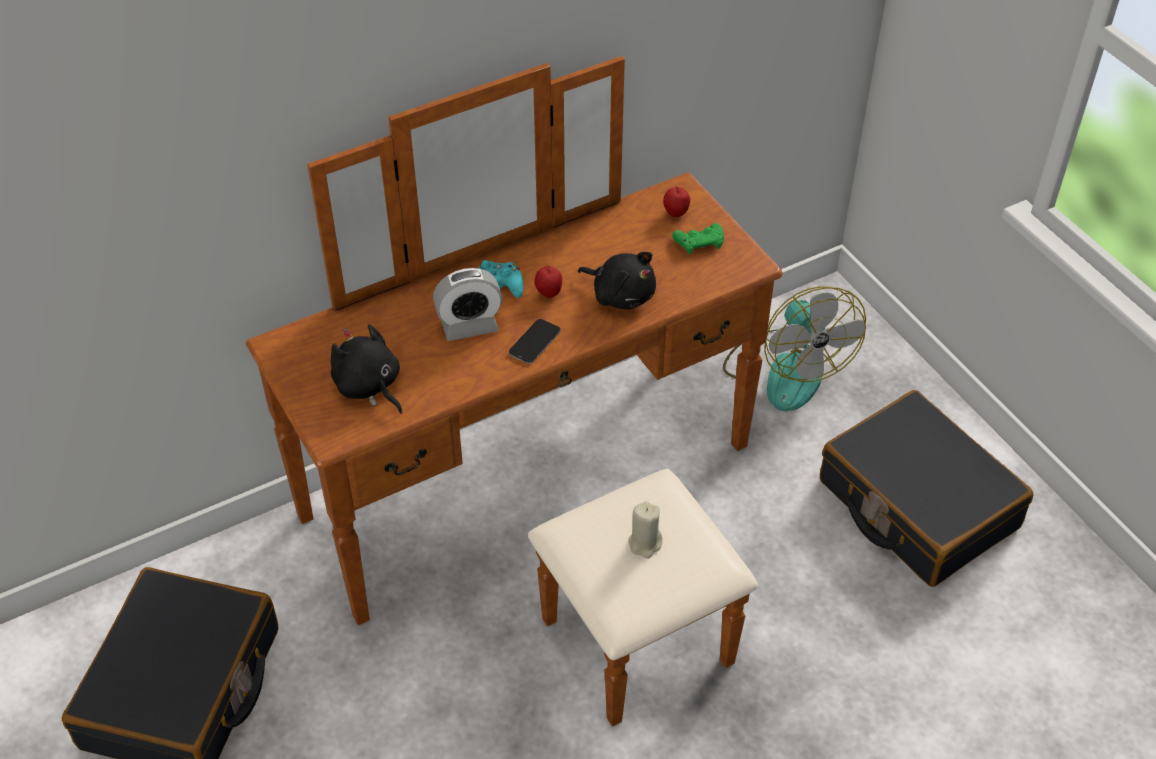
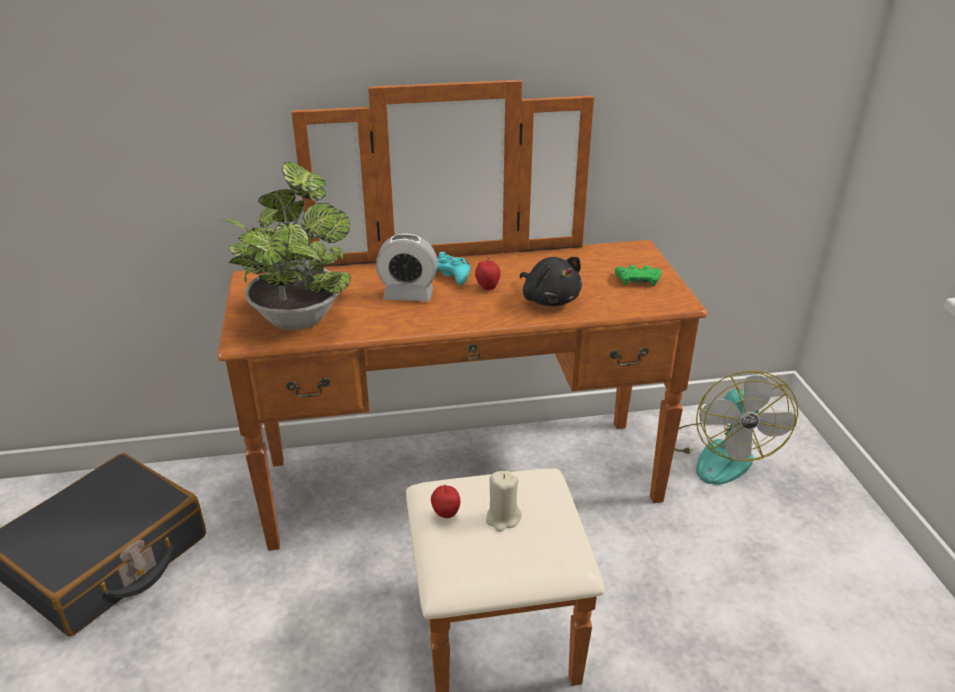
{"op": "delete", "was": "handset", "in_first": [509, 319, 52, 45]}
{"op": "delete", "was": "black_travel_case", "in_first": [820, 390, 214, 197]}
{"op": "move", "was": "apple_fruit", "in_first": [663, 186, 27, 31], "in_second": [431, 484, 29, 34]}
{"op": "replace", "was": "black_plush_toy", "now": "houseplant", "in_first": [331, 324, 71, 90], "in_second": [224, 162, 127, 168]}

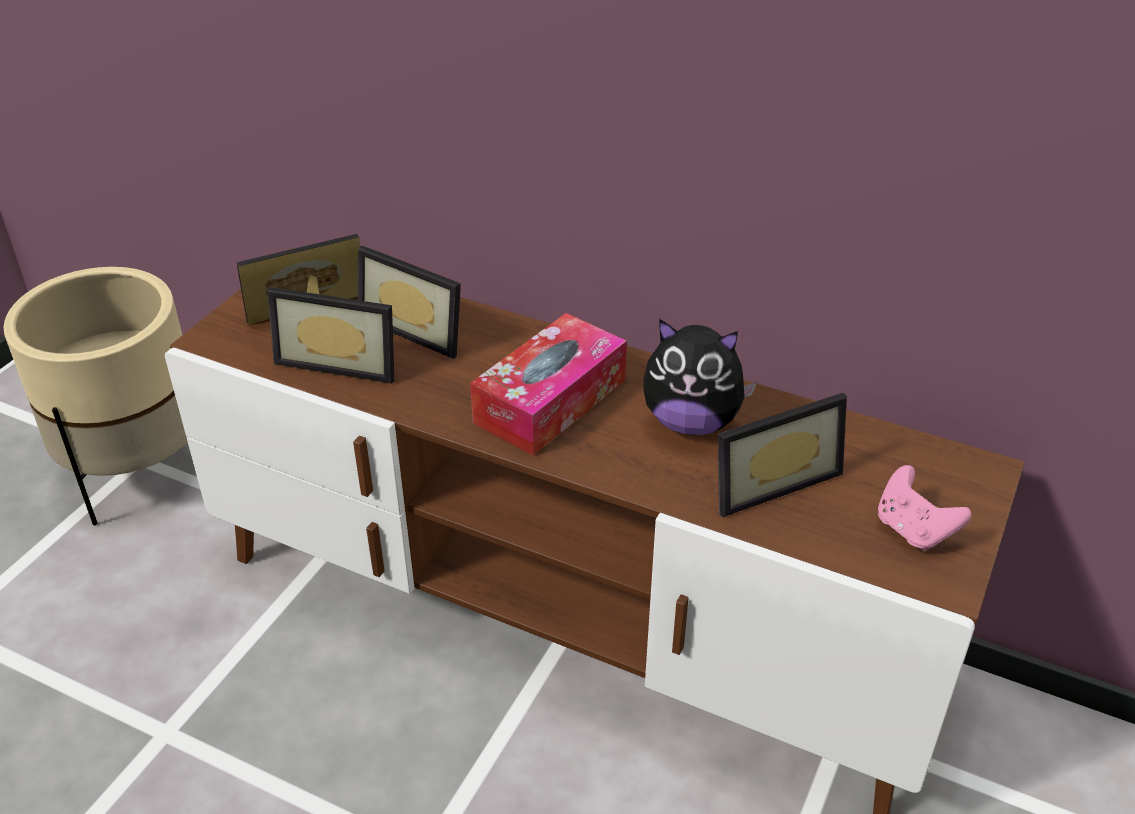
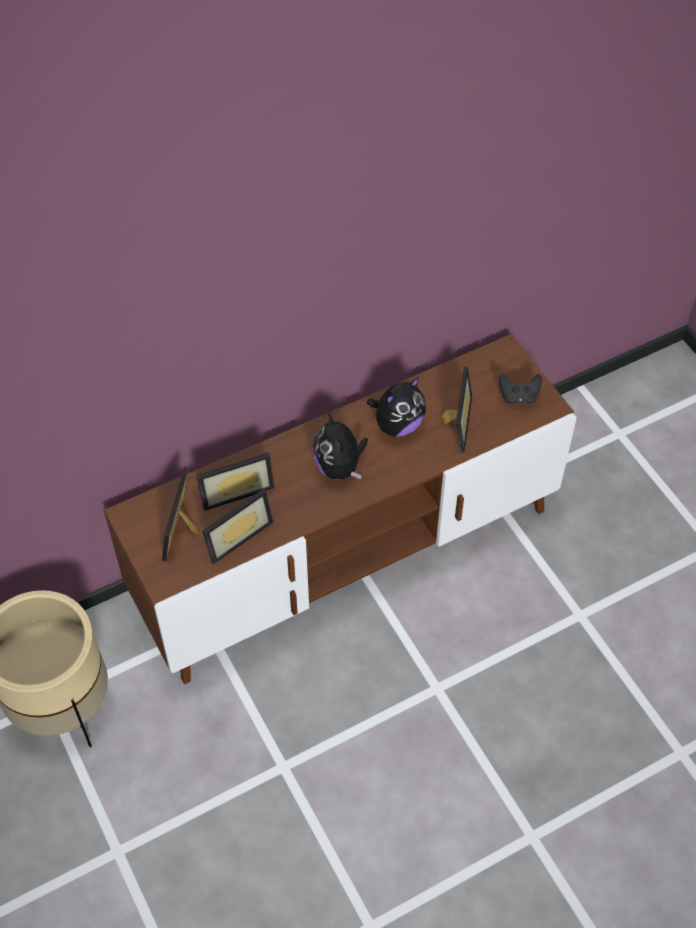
{"op": "replace", "was": "tissue_holder", "now": "plush_toy", "in_first": [470, 313, 157, 143], "in_second": [313, 412, 55, 68]}
{"op": "recolor", "was": "pink_gamepad", "now": "black_gamepad", "in_first": [878, 465, 93, 86], "in_second": [499, 374, 43, 30]}

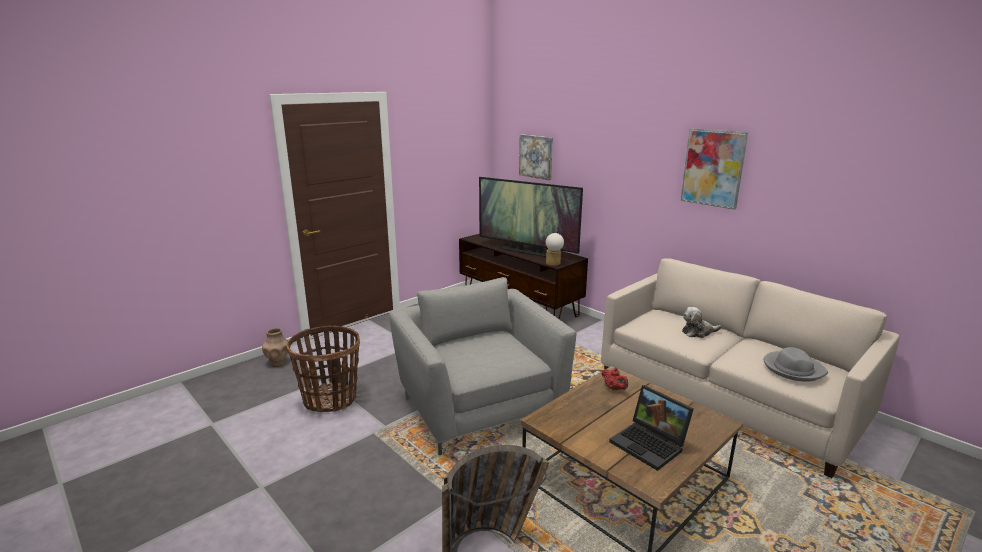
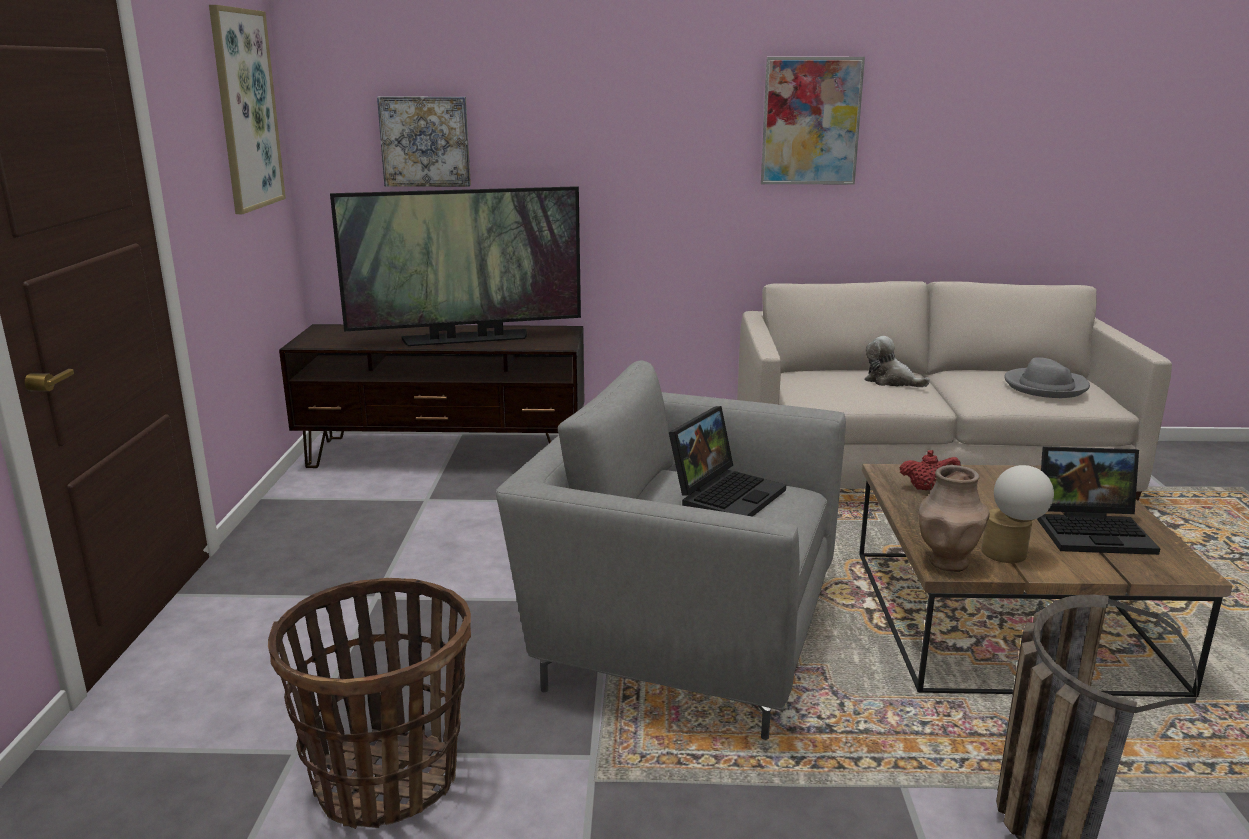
{"op": "insert", "now": "wall_art", "in_second": [209, 5, 77, 209]}
{"op": "insert", "now": "notebook_computer", "in_second": [669, 406, 117, 111]}
{"op": "move", "was": "brown-coloured_vase", "in_first": [262, 328, 26, 39], "in_second": [919, 465, 71, 107]}
{"op": "move", "was": "table_lamp", "in_first": [546, 233, 18, 33], "in_second": [981, 465, 73, 98]}
{"op": "rotate", "was": "plush_toy", "in_first": [682, 307, 39, 31], "in_second": [864, 336, 66, 51], "clockwise": 90}

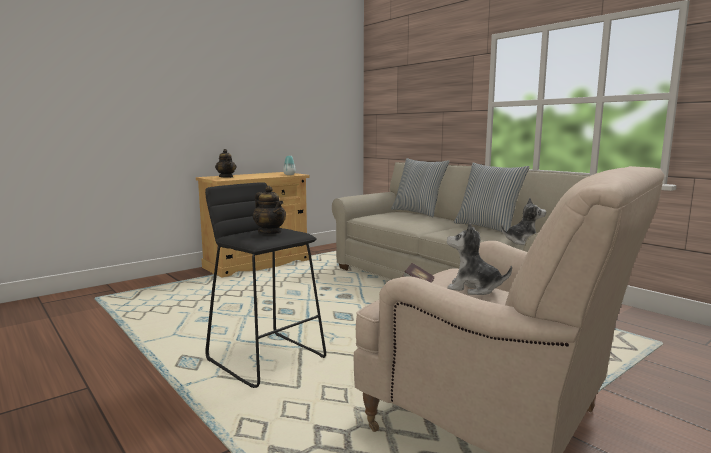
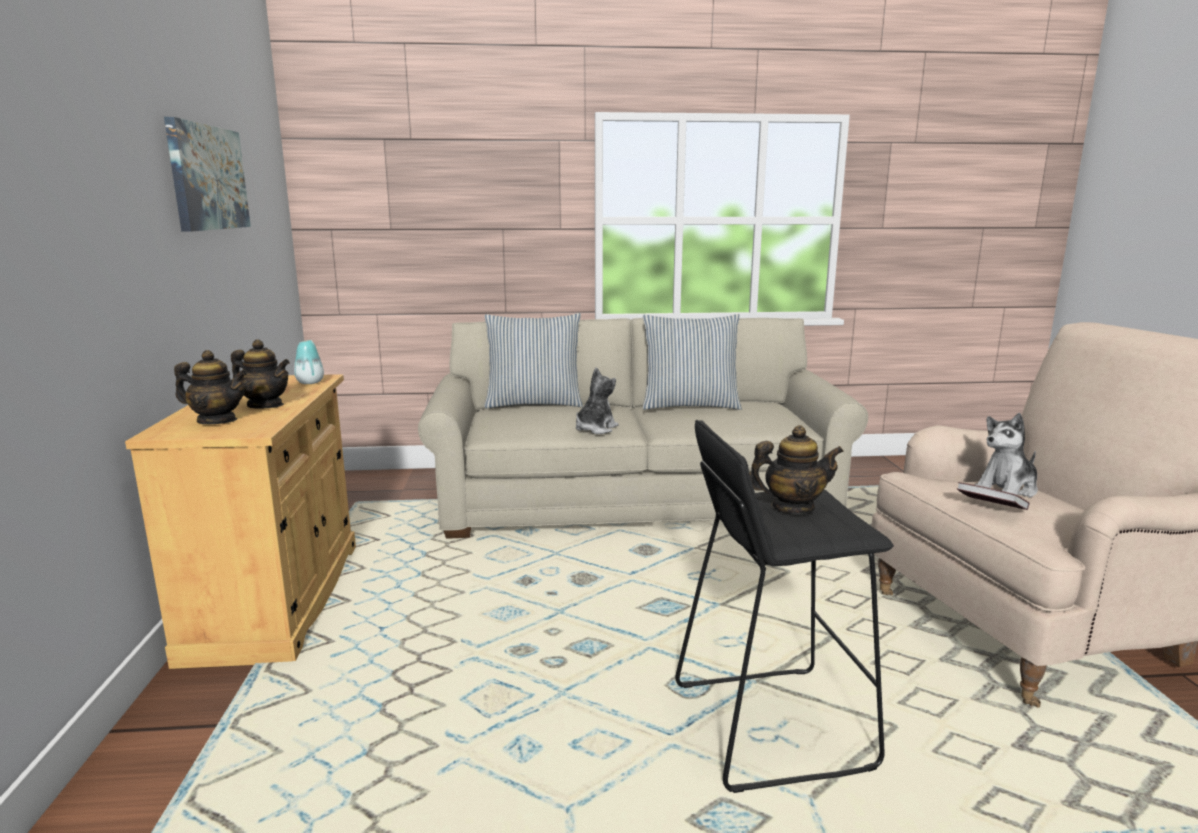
{"op": "insert", "now": "wall_art", "in_second": [164, 117, 87, 115]}
{"op": "insert", "now": "teapot", "in_second": [231, 340, 59, 69]}
{"op": "move", "was": "plush_toy", "in_first": [501, 198, 45, 47], "in_second": [576, 367, 43, 67]}

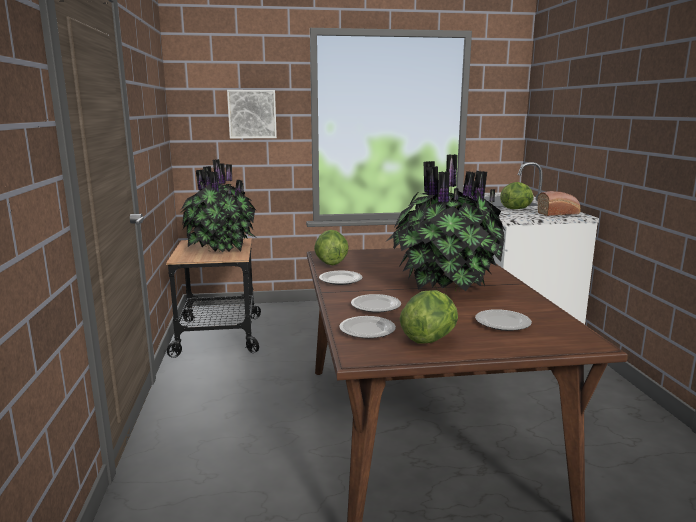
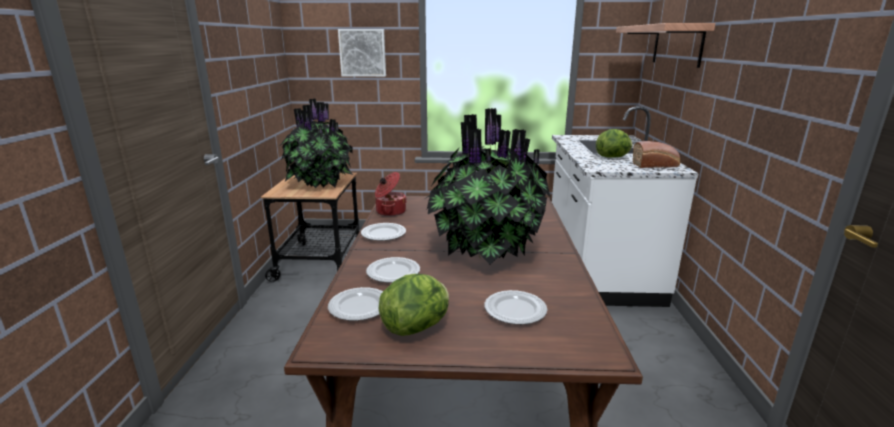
{"op": "insert", "now": "bracket_shelf", "in_second": [616, 23, 99, 45]}
{"op": "replace", "was": "lettuce_head", "now": "saucepot", "in_first": [314, 230, 35, 35], "in_second": [375, 172, 32, 44]}

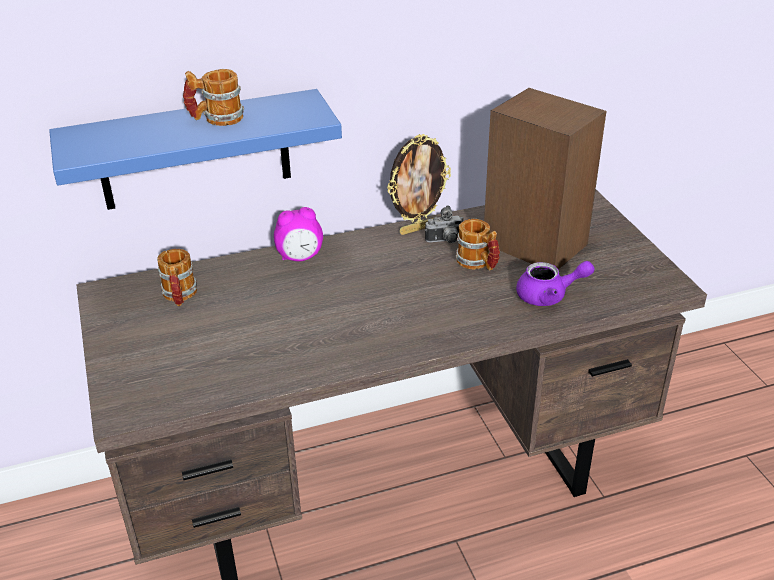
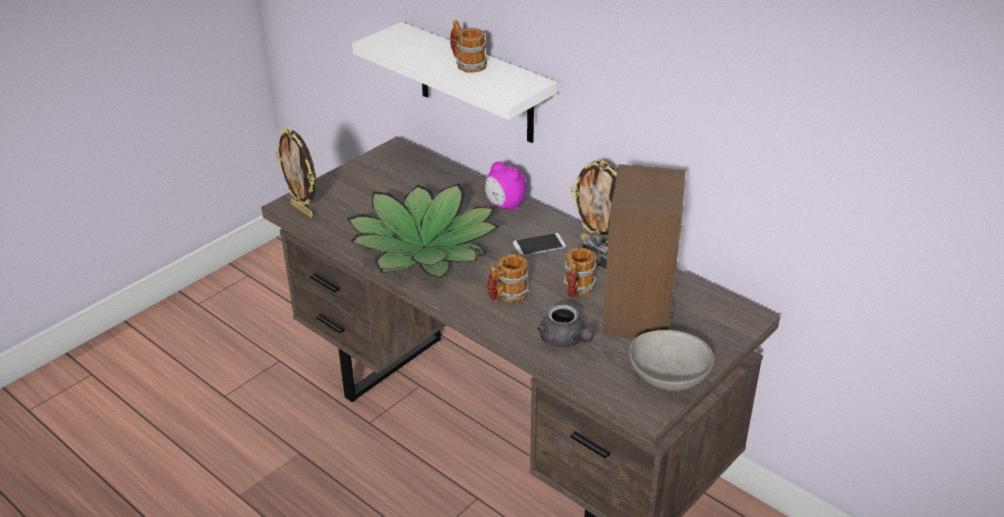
{"op": "insert", "now": "picture_frame", "in_second": [276, 128, 40, 90]}
{"op": "insert", "now": "houseplant", "in_second": [347, 183, 152, 95]}
{"op": "insert", "now": "handset", "in_second": [513, 233, 53, 23]}
{"op": "insert", "now": "greyish_deep_dish", "in_second": [629, 330, 85, 61]}
{"op": "move", "was": "mug", "in_first": [157, 249, 40, 57], "in_second": [487, 254, 42, 48]}
{"op": "recolor", "was": "bluish_bracket_shelf", "now": "white-coloured_bracket_shelf", "in_first": [49, 89, 293, 121], "in_second": [352, 22, 205, 121]}
{"op": "recolor", "was": "purple_teapot", "now": "greyish_teapot", "in_first": [516, 261, 78, 45], "in_second": [538, 304, 56, 43]}

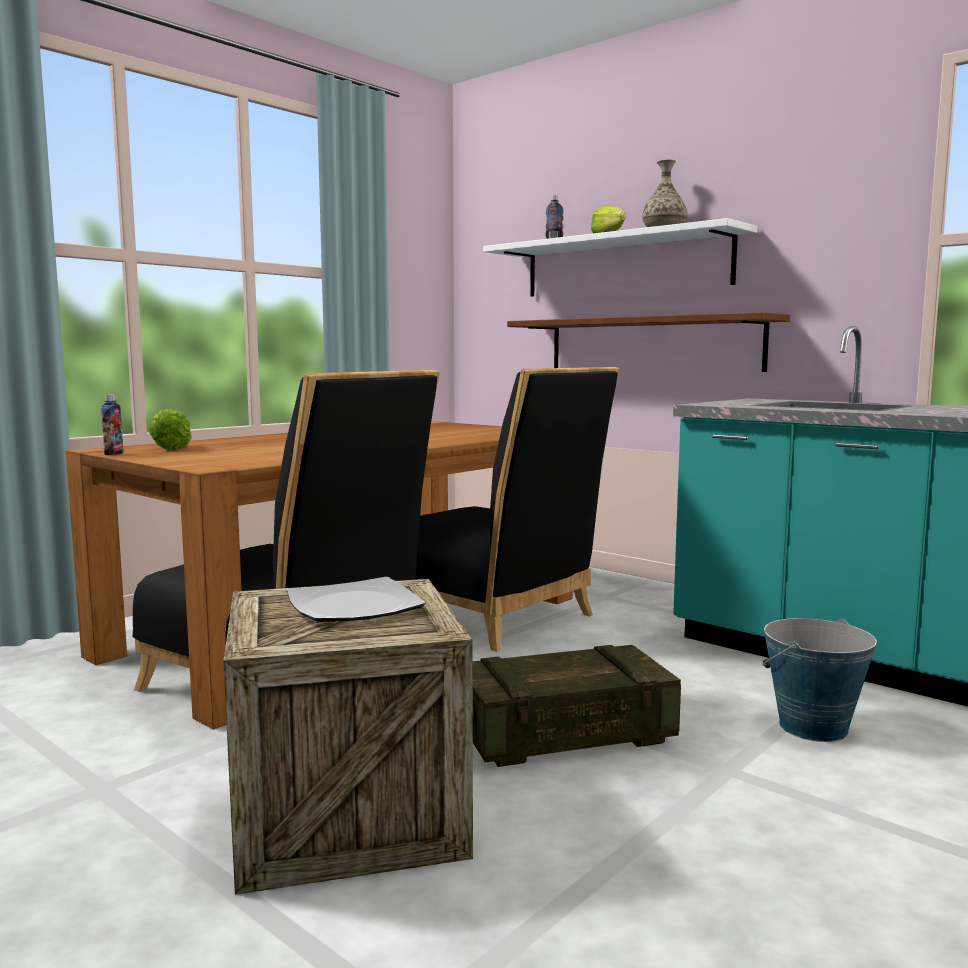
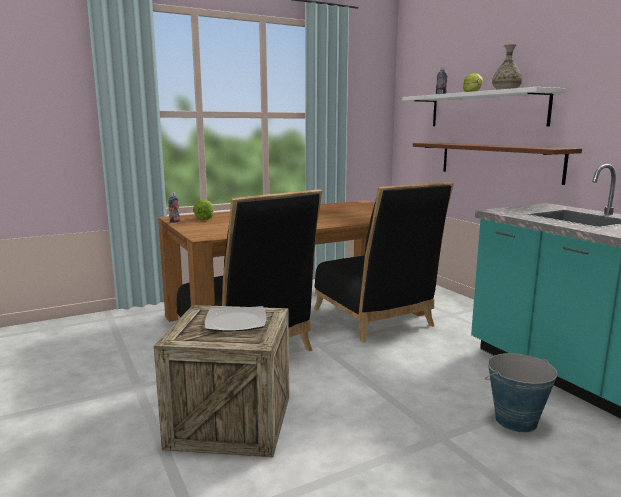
{"op": "delete", "was": "shipping_crate", "in_first": [473, 645, 208, 122]}

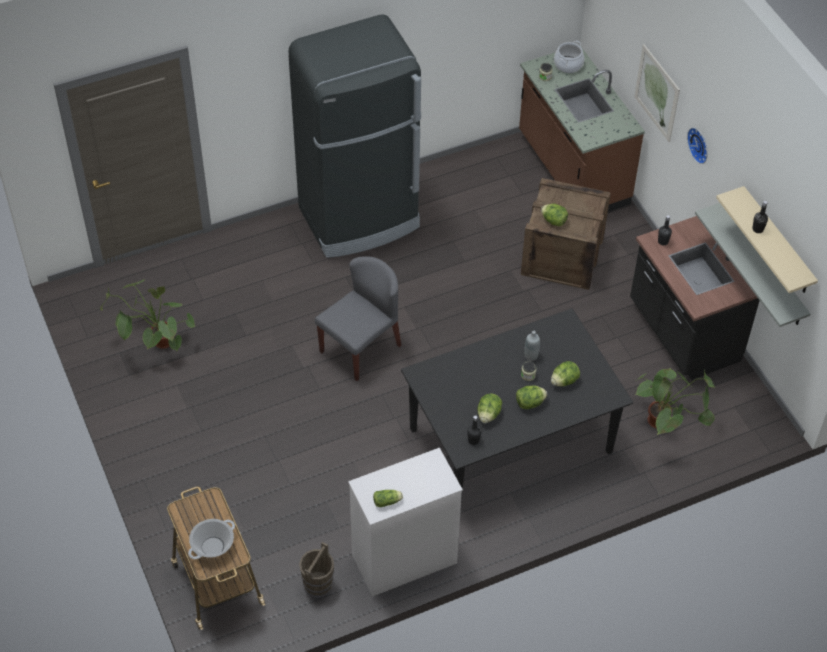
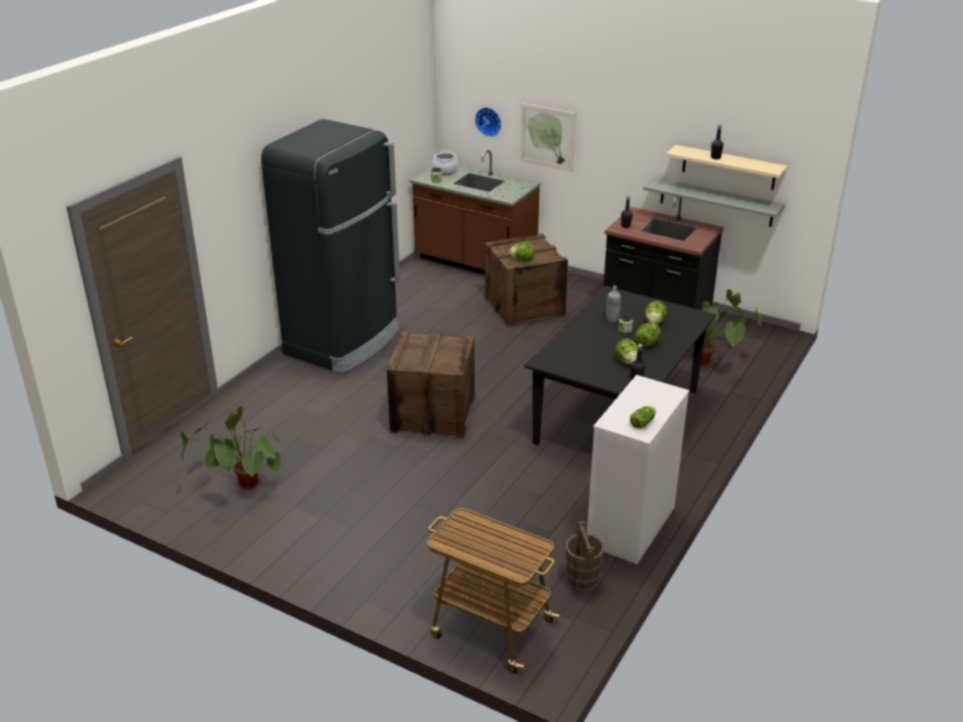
{"op": "delete", "was": "saucepot", "in_first": [188, 519, 47, 40]}
{"op": "move", "was": "hanging_clock", "in_first": [687, 128, 21, 36], "in_second": [475, 107, 26, 30]}
{"op": "replace", "was": "greyish_chair", "now": "shipping_crate", "in_first": [315, 256, 86, 125], "in_second": [387, 331, 88, 108]}

